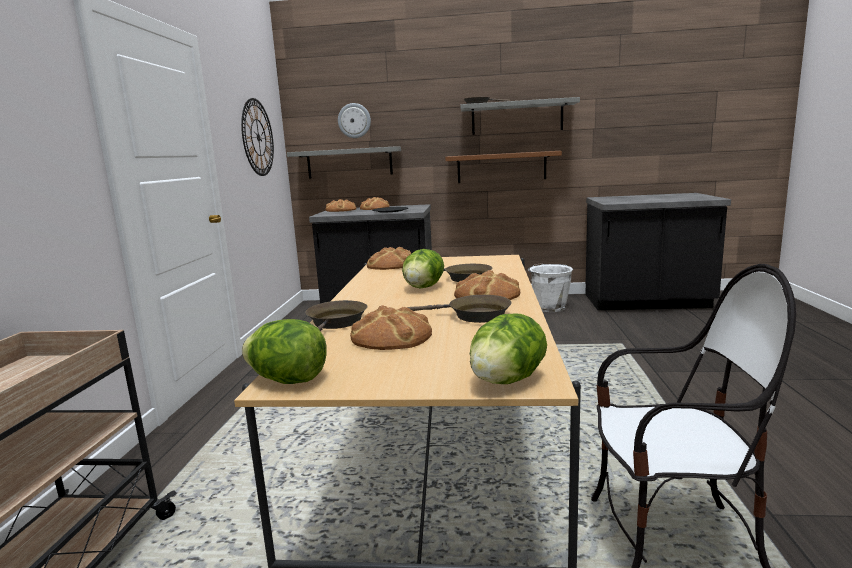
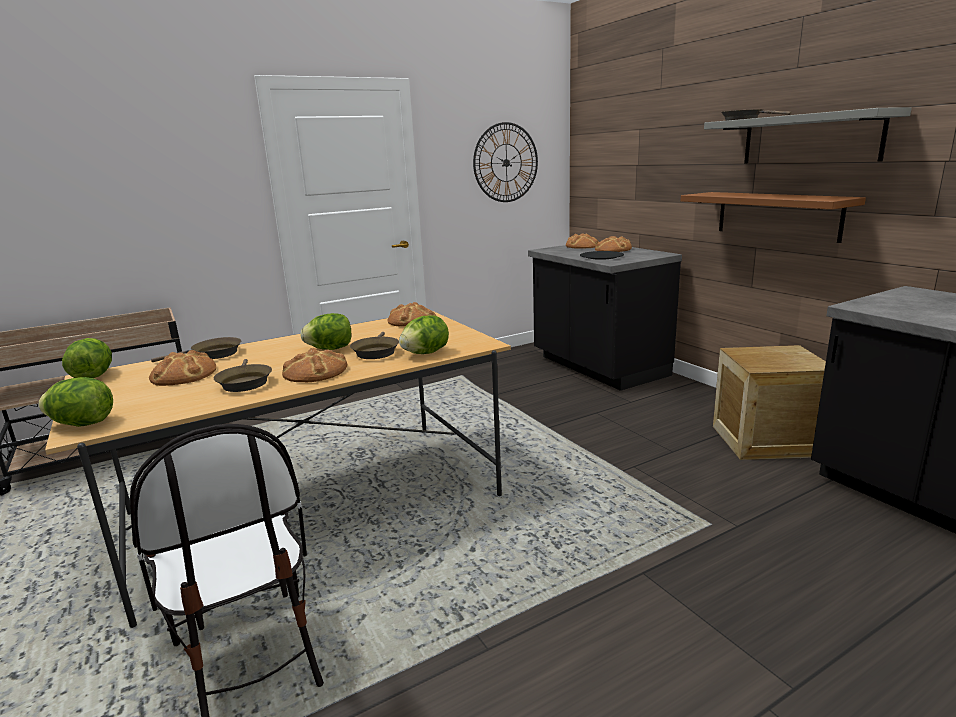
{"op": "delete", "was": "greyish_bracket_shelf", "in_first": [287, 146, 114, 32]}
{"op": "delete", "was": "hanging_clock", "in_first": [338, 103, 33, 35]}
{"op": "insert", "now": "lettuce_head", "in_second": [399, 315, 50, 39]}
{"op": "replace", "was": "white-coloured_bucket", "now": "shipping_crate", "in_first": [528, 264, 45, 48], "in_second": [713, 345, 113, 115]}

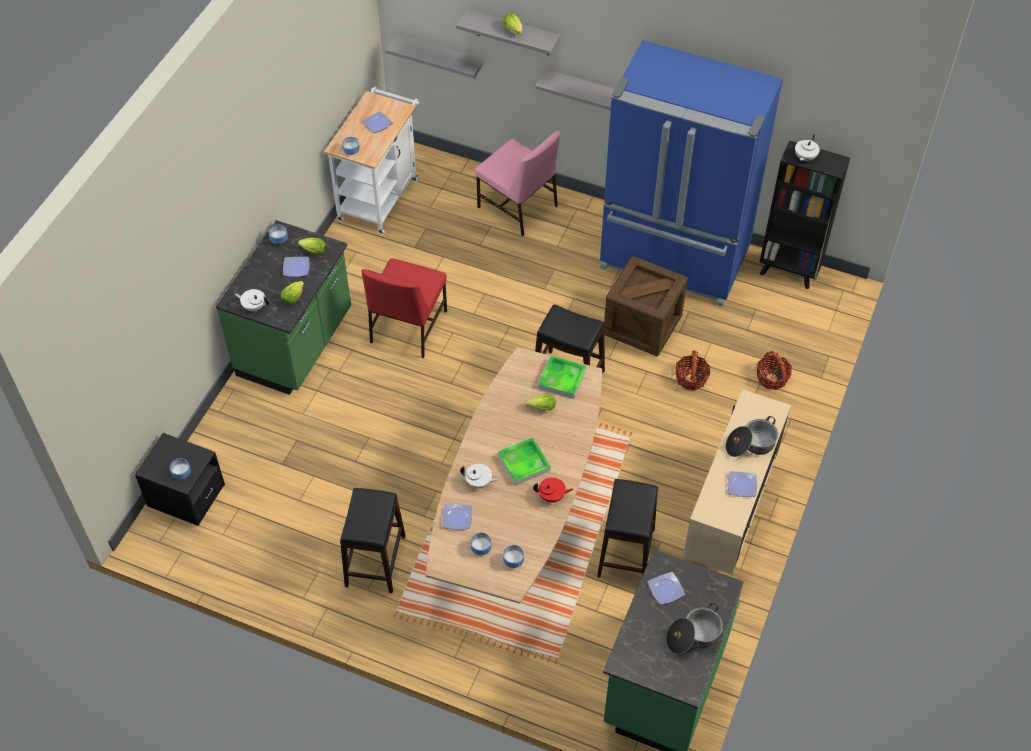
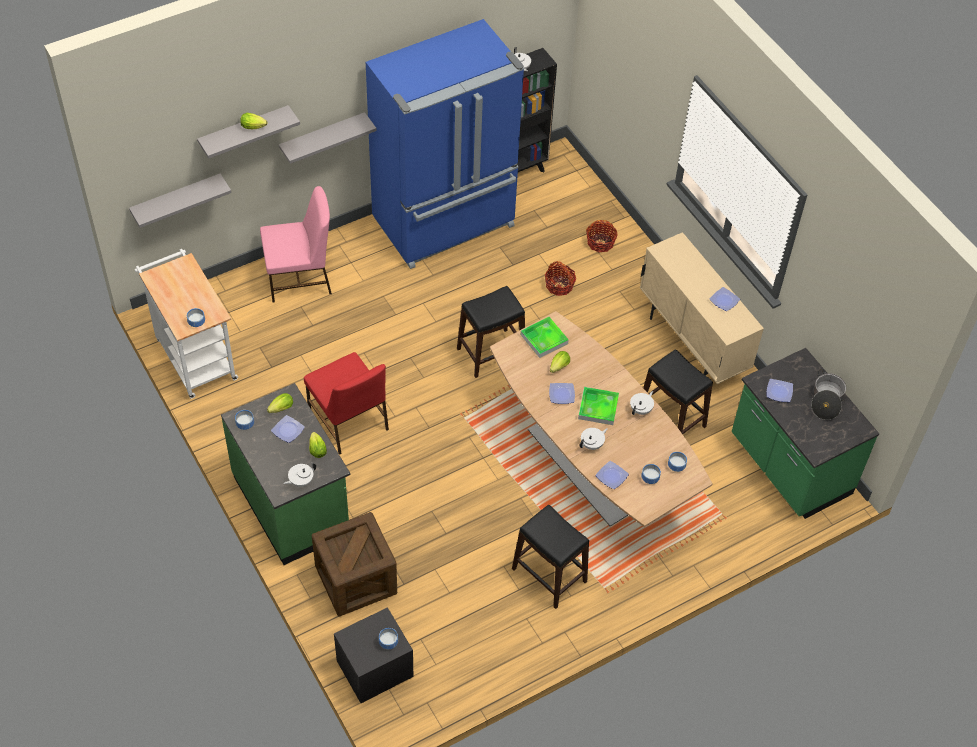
{"op": "delete", "was": "saucepot", "in_first": [726, 416, 52, 41]}
{"op": "move", "was": "dinner_plate", "in_first": [362, 111, 30, 22], "in_second": [549, 383, 26, 21]}
{"op": "move", "was": "shipping_crate", "in_first": [604, 256, 84, 100], "in_second": [312, 512, 85, 105]}
{"op": "recolor", "was": "red_teapot", "now": "white-coloured_teapot", "in_first": [533, 477, 41, 26], "in_second": [630, 391, 24, 24]}

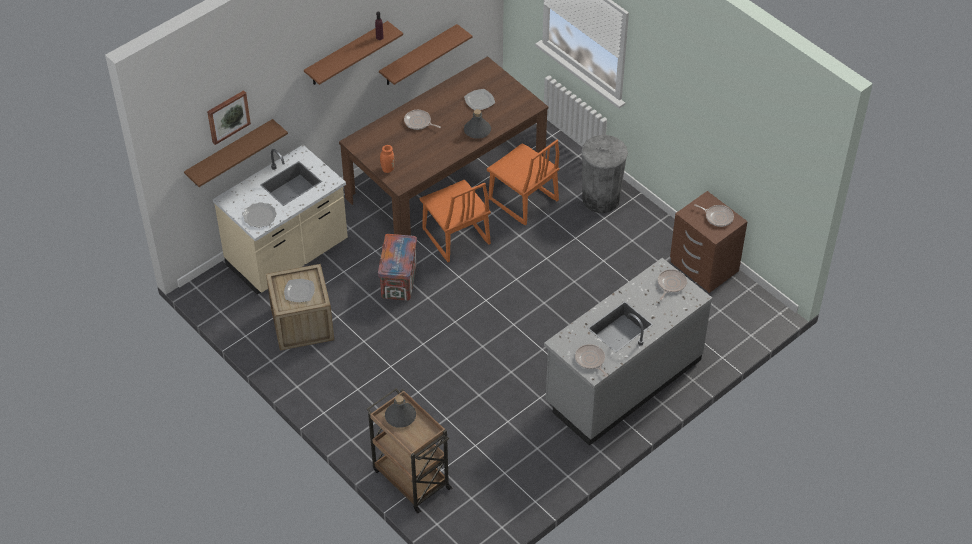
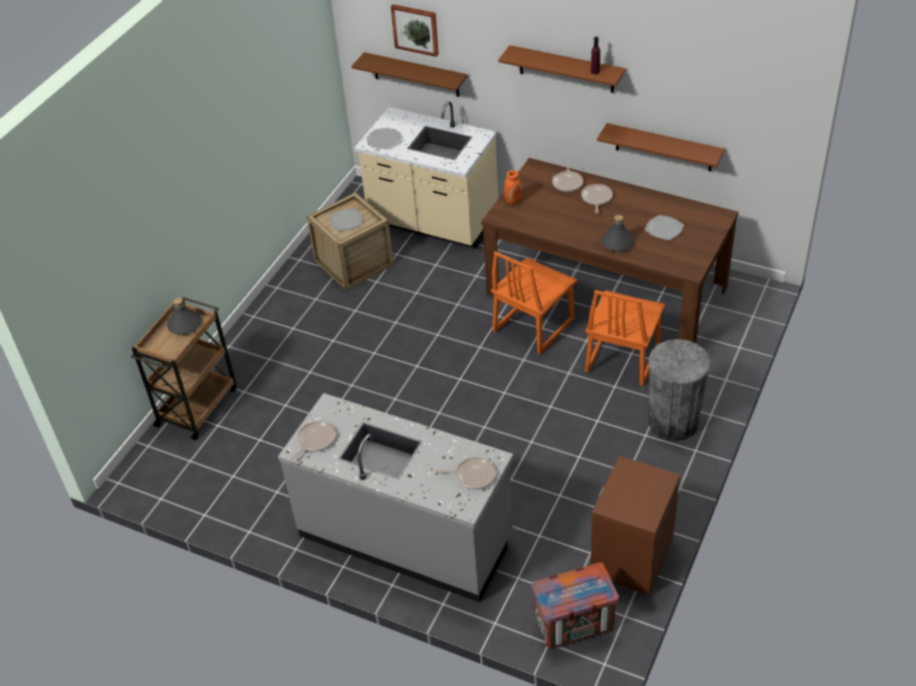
{"op": "move", "was": "shipping_crate", "in_first": [378, 234, 39, 67], "in_second": [531, 562, 88, 86]}
{"op": "move", "was": "pan", "in_first": [694, 204, 40, 23], "in_second": [552, 160, 31, 32]}

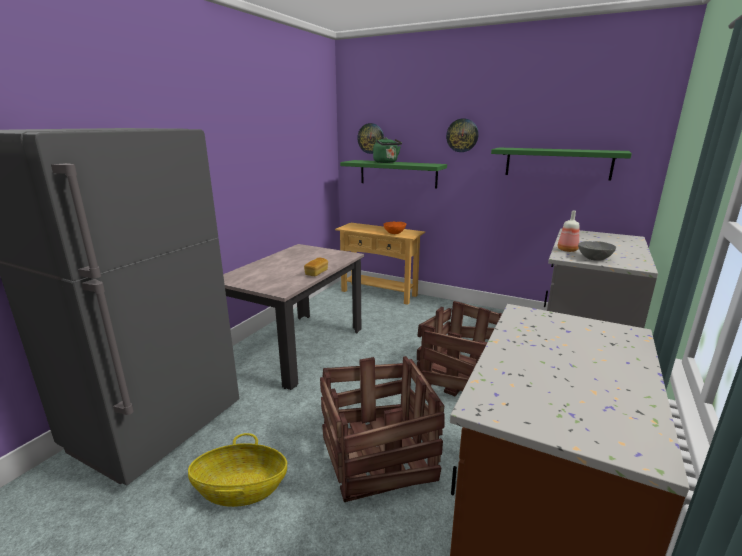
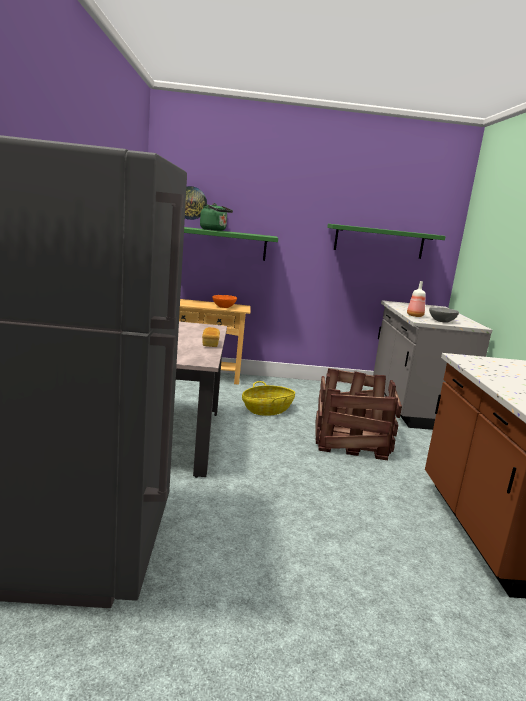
{"op": "delete", "was": "shipping_crate", "in_first": [320, 356, 125, 146]}
{"op": "delete", "was": "hanging_clock", "in_first": [446, 119, 33, 33]}
{"op": "move", "was": "household_basket", "in_first": [188, 433, 99, 74], "in_second": [242, 381, 53, 35]}

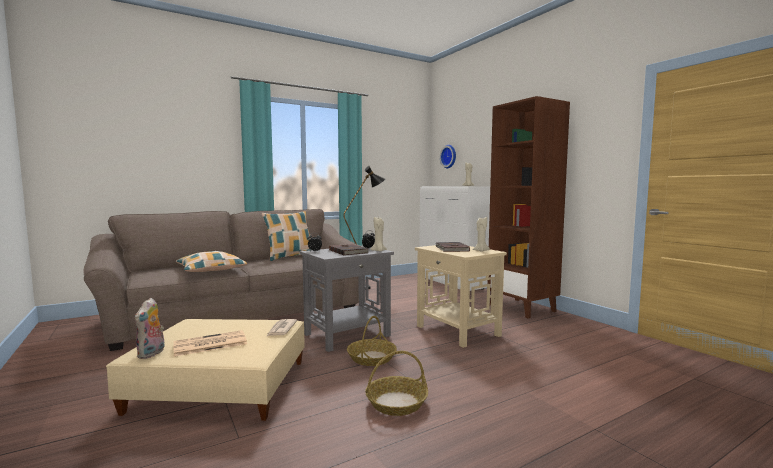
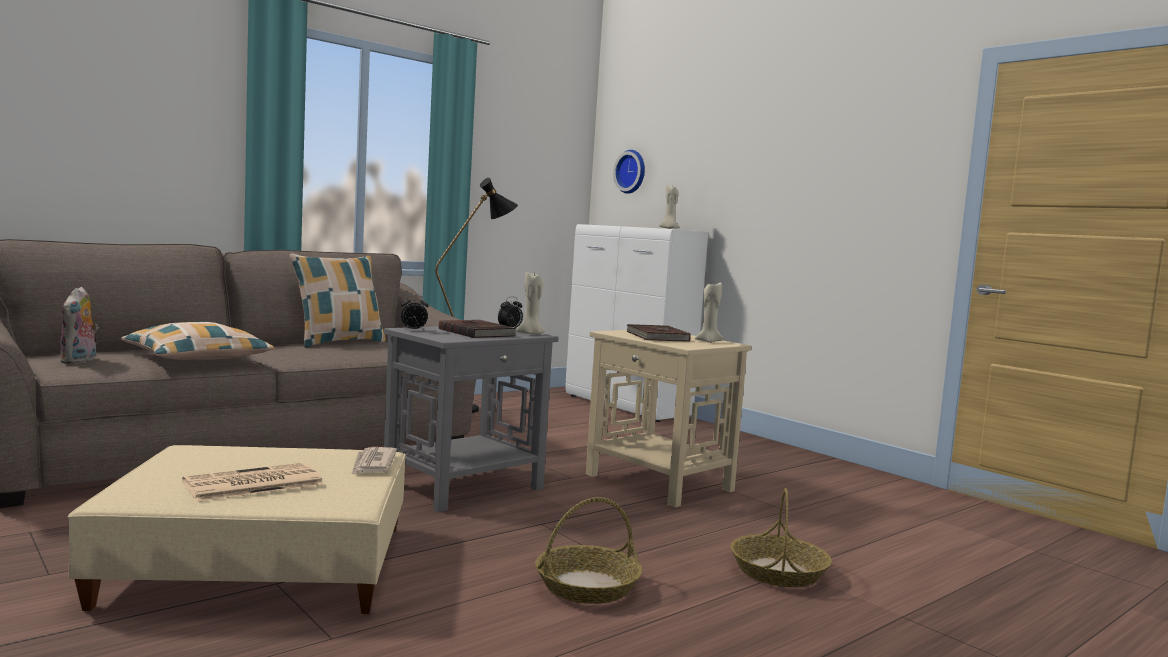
{"op": "delete", "was": "brown-coloured_bookshelf", "in_first": [488, 96, 82, 223]}
{"op": "move", "was": "plush_toy", "in_first": [134, 298, 30, 61], "in_second": [60, 287, 39, 77]}
{"op": "move", "was": "household_basket", "in_first": [347, 316, 50, 50], "in_second": [731, 488, 101, 99]}

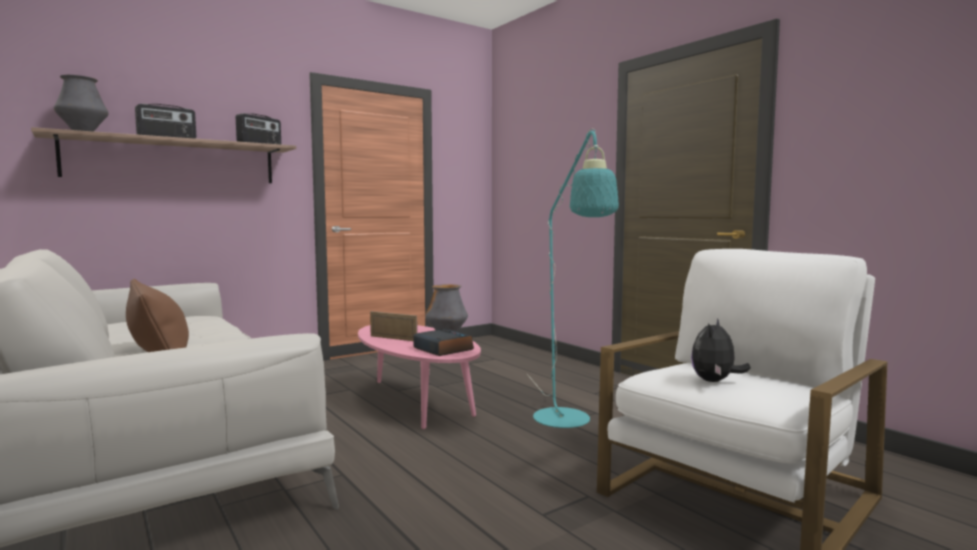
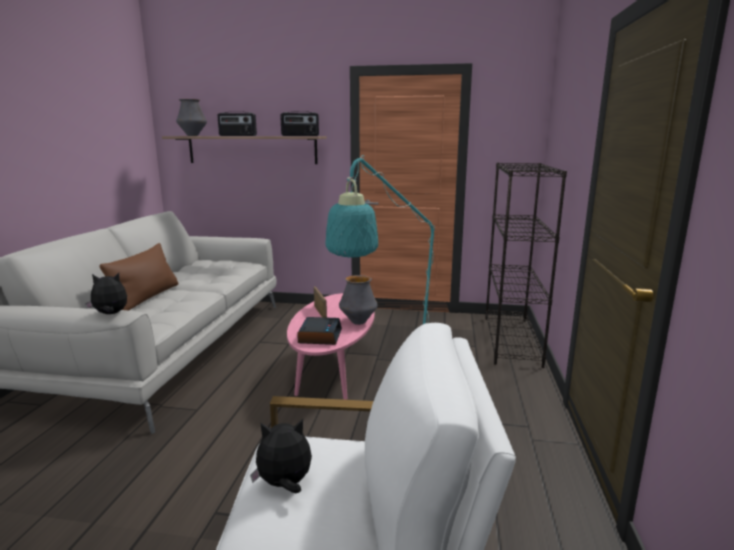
{"op": "insert", "now": "plush_toy", "in_second": [85, 273, 42, 41]}
{"op": "insert", "now": "black_bookshelf", "in_second": [485, 163, 82, 205]}

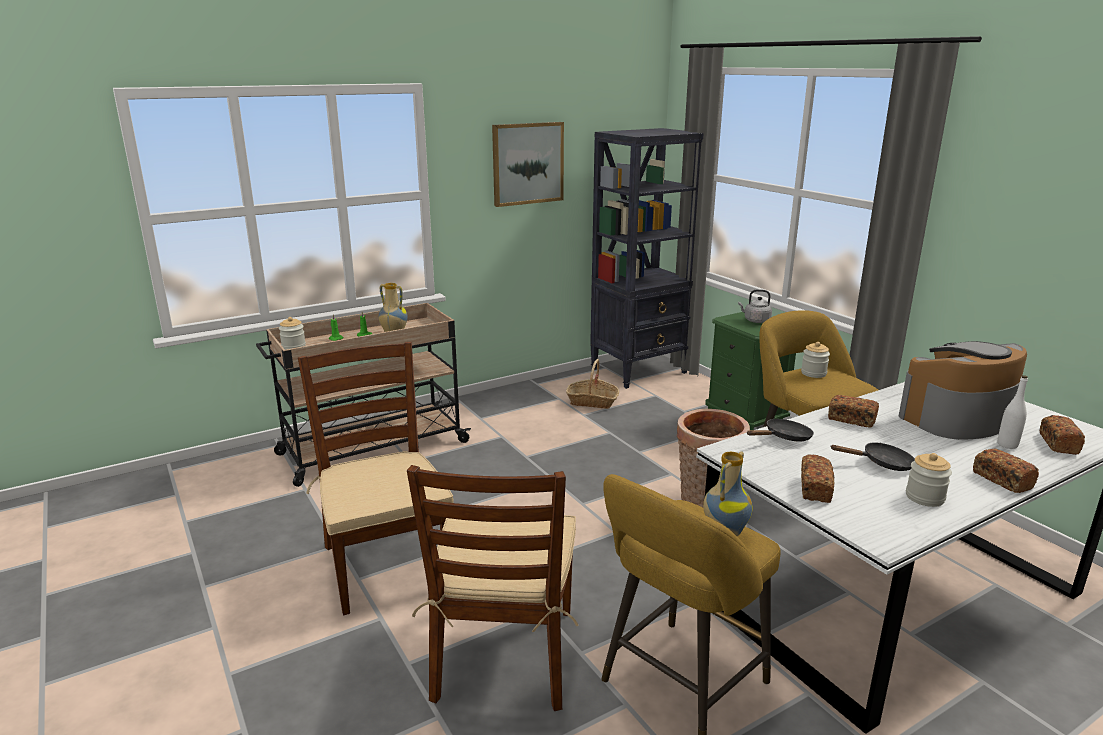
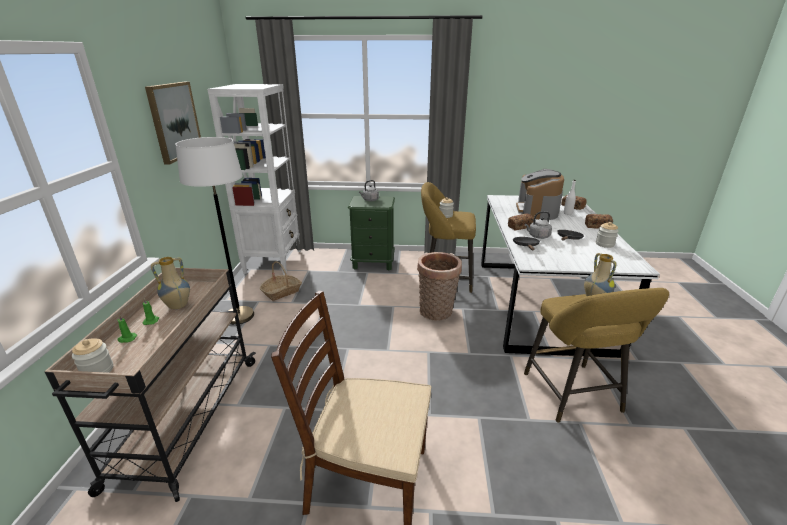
{"op": "delete", "was": "brown-coloured_chair", "in_first": [407, 465, 172, 246]}
{"op": "delete", "was": "bakery_bread", "in_first": [801, 455, 34, 48]}
{"op": "insert", "now": "white-coloured_standard_lamp", "in_second": [175, 137, 79, 188]}
{"op": "insert", "now": "greyish_tea_kettle", "in_second": [525, 211, 27, 28]}
{"op": "recolor", "was": "black_bookshelf", "now": "white-coloured_bookshelf", "in_first": [590, 128, 114, 261], "in_second": [207, 84, 94, 191]}

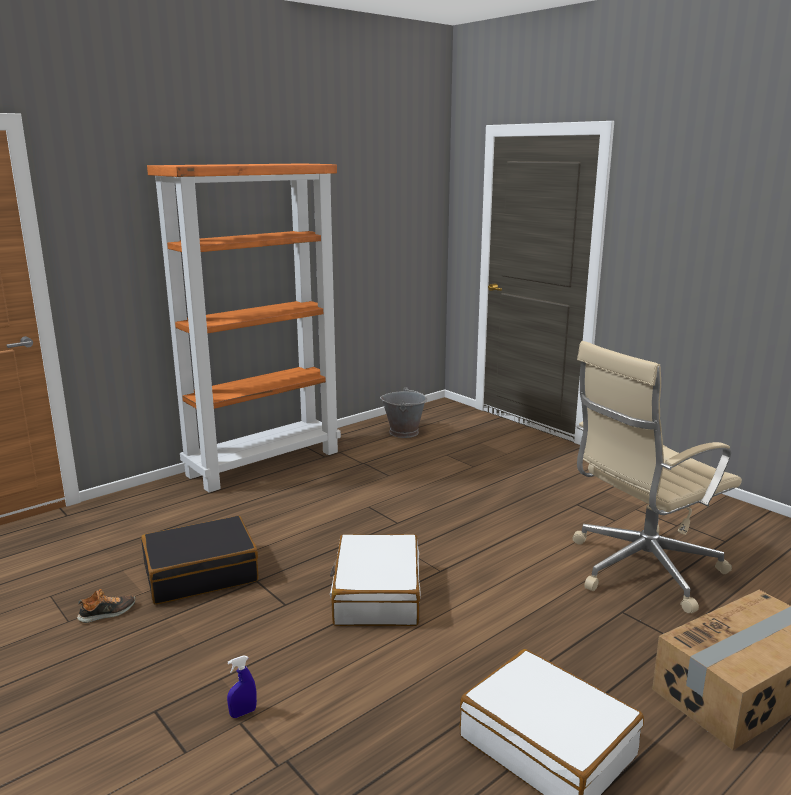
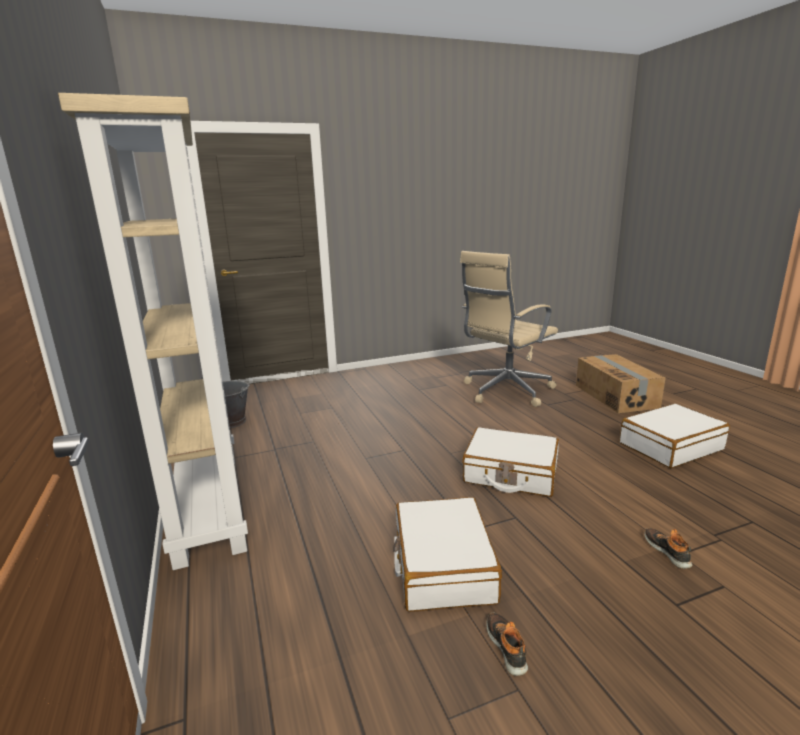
{"op": "replace", "was": "bluish_sprayer", "now": "shoe", "in_first": [227, 655, 30, 63], "in_second": [645, 528, 47, 41]}
{"op": "recolor", "was": "black_travel_case", "now": "white-coloured_travel_case", "in_first": [141, 516, 118, 89], "in_second": [393, 497, 109, 115]}
{"op": "recolor", "was": "orange-coloured_bookshelf", "now": "beige_bookshelf", "in_first": [147, 163, 194, 330], "in_second": [58, 93, 190, 477]}
{"op": "rotate", "was": "beige_desk_chair", "in_first": [572, 341, 170, 272], "in_second": [460, 251, 98, 156], "clockwise": 60}

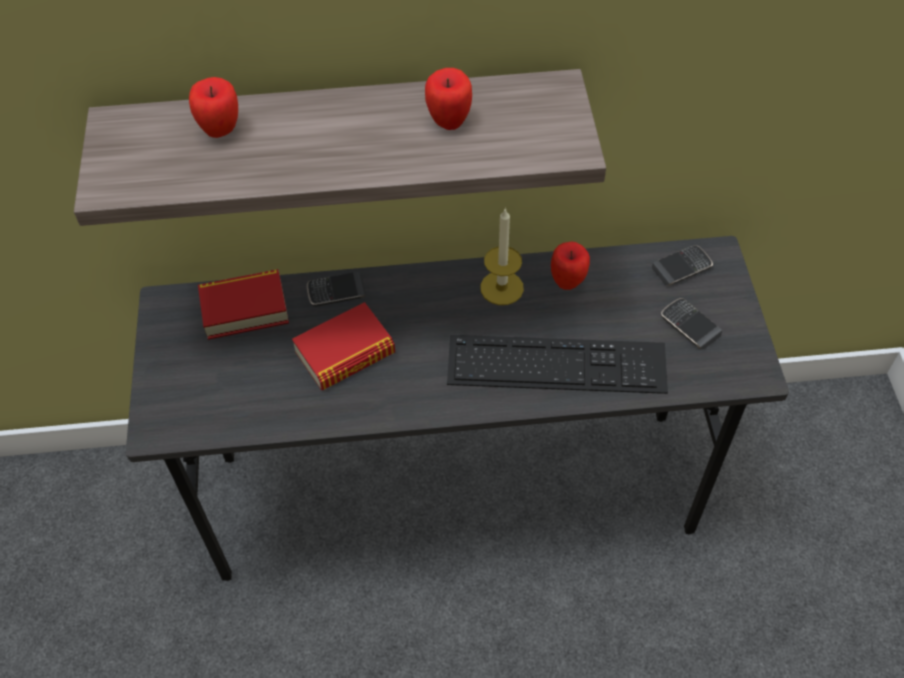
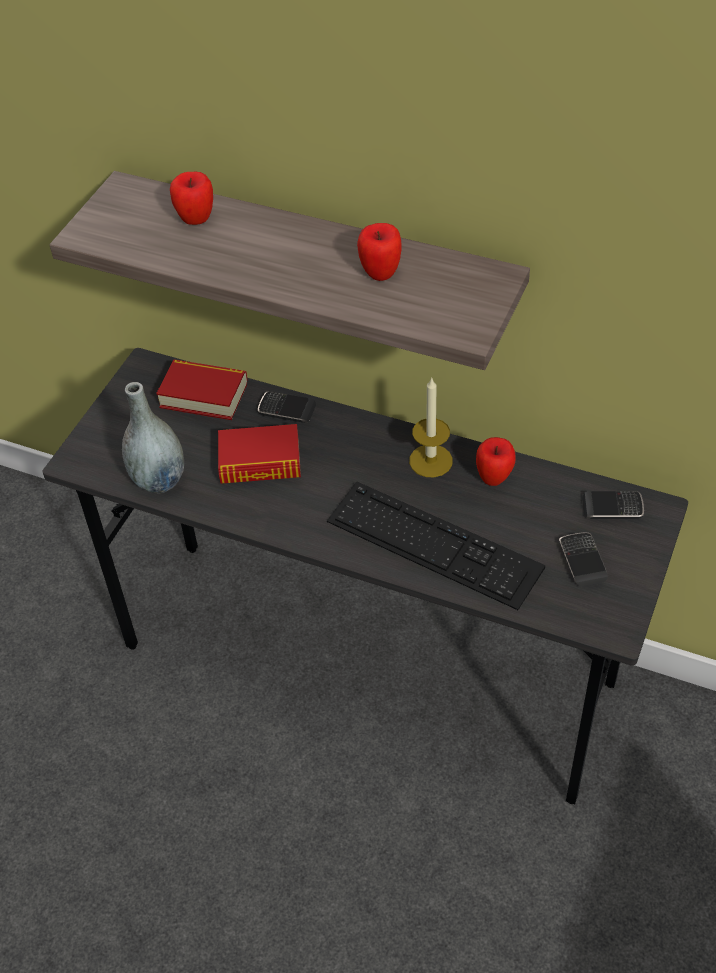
{"op": "insert", "now": "greyish_vase", "in_second": [122, 382, 62, 111]}

